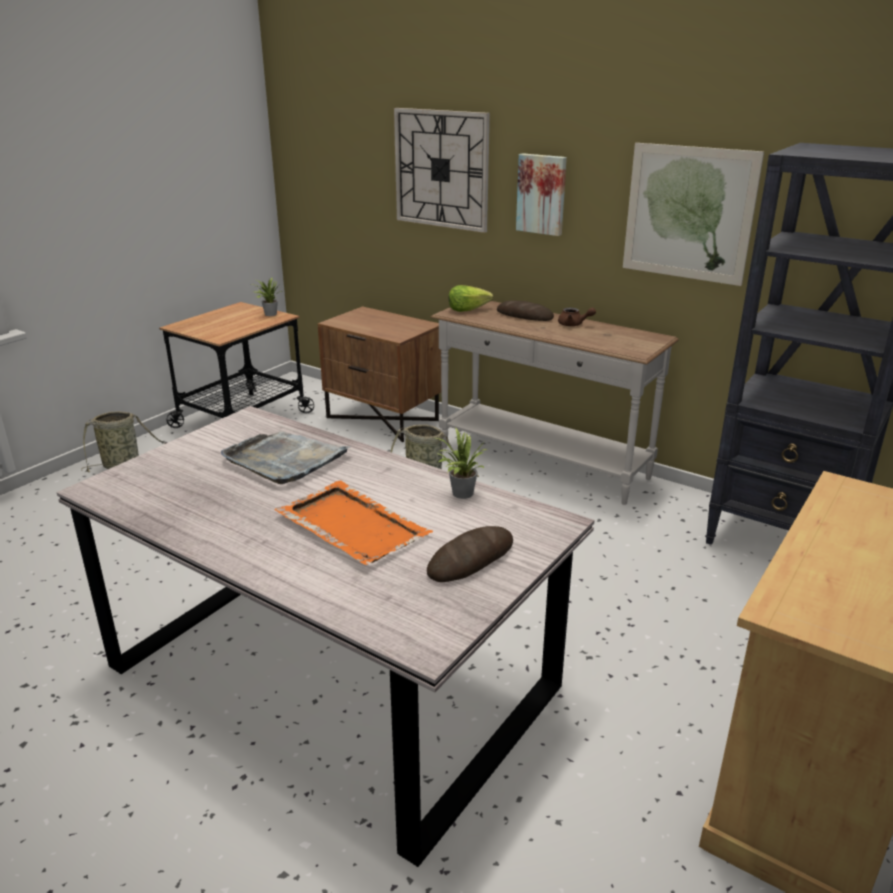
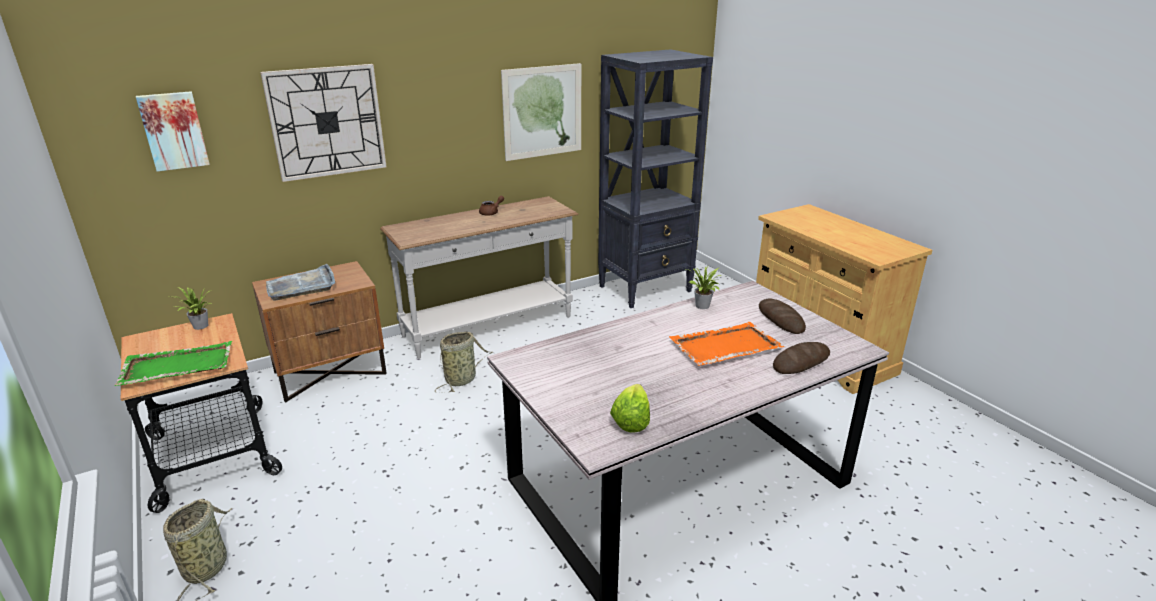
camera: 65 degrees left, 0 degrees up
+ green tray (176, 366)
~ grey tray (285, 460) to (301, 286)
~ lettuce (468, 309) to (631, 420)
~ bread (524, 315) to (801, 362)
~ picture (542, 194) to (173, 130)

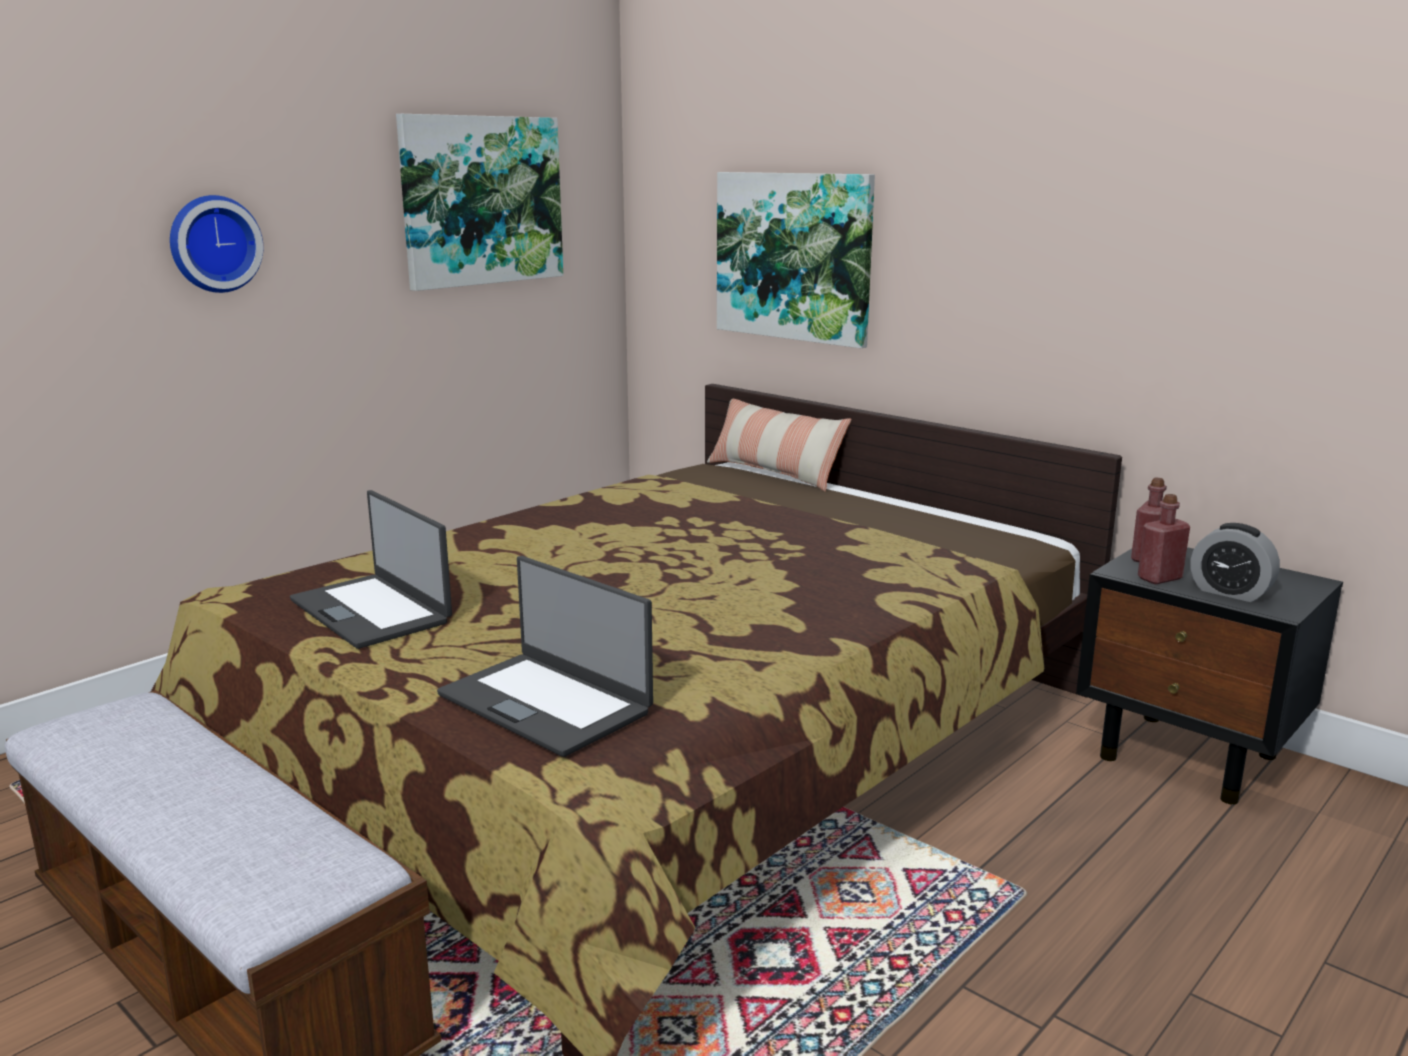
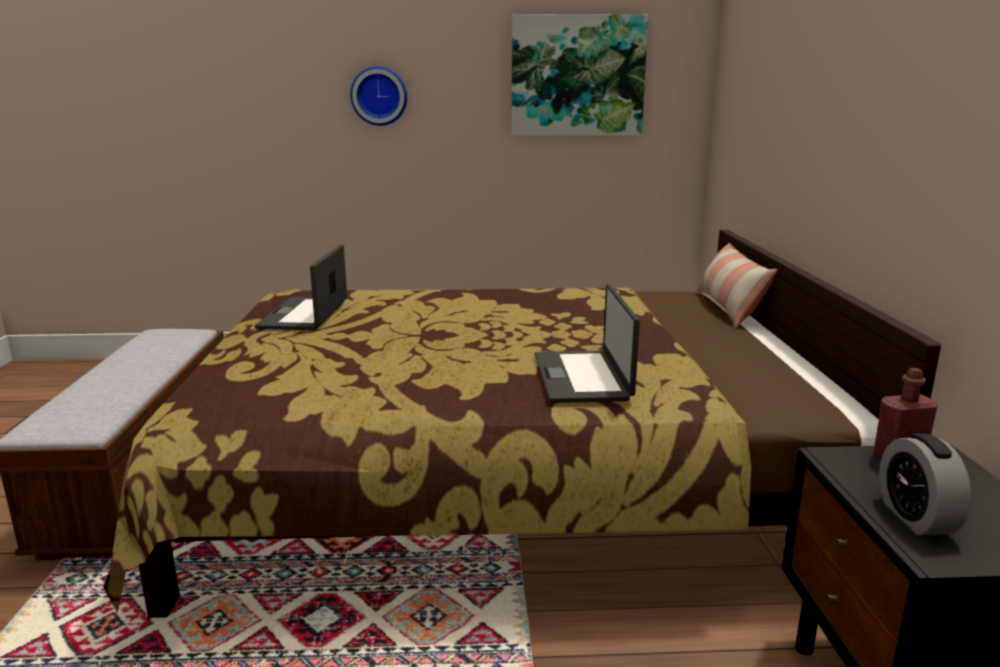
camera: 45 degrees right, 0 degrees up
- picture (794, 256)
- red bottle (1159, 578)
~ laptop (546, 703) to (583, 377)

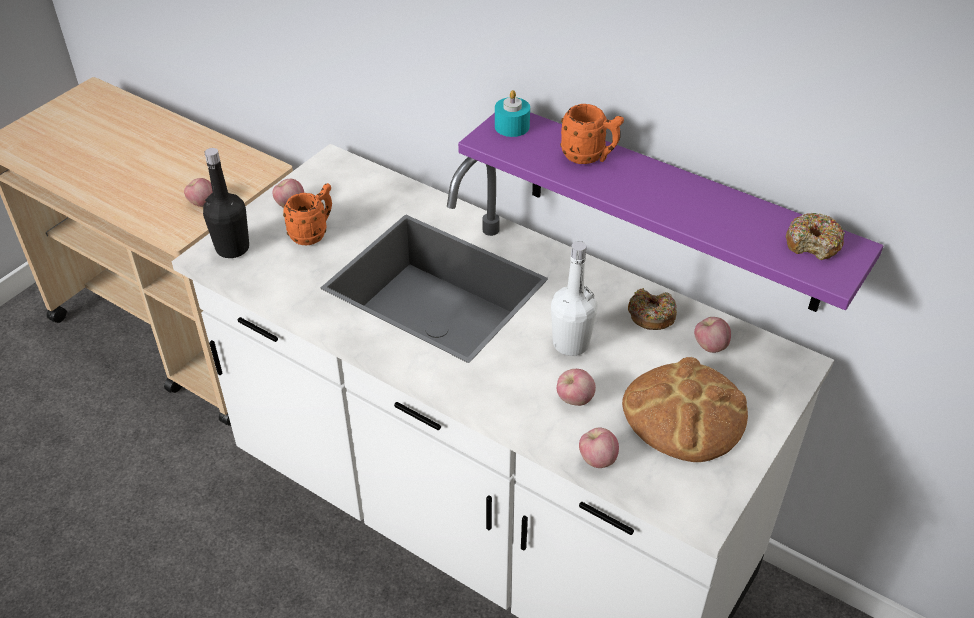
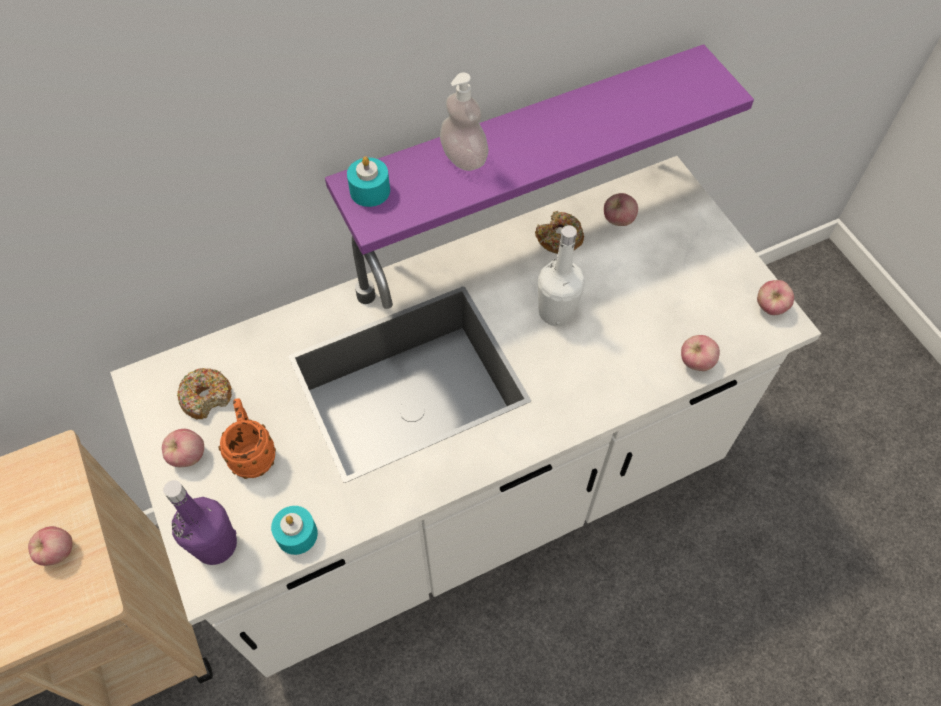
camera: 60 degrees left, 15 degrees up
- bread (684, 413)
+ turquoise candle (297, 534)
~ apple (574, 399) to (770, 308)
~ donut (813, 244) to (206, 397)
~ orange mug (589, 157) to soap dispenser (464, 158)
~ black bottle (232, 248) to purple bottle (216, 545)

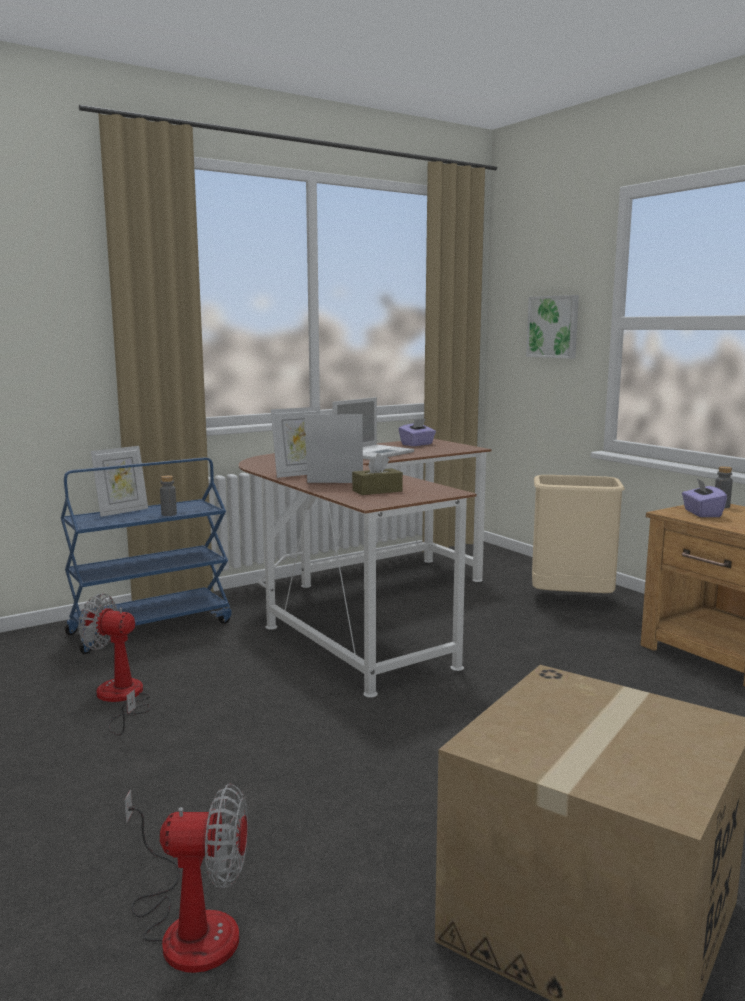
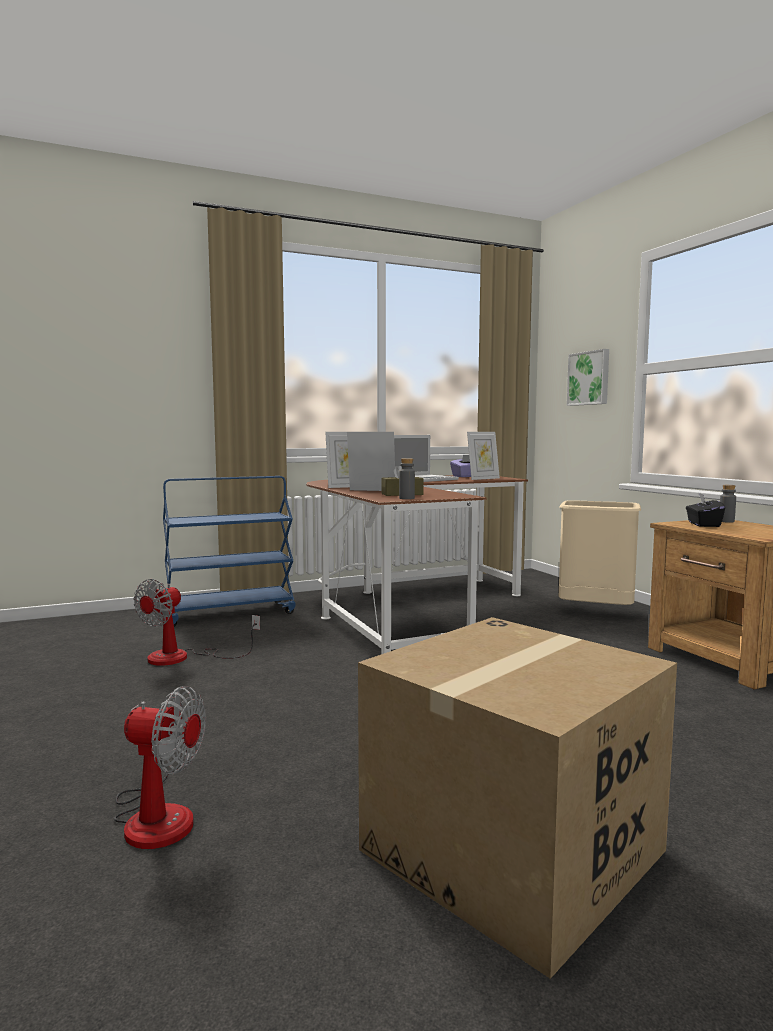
camera: 10 degrees right, 5 degrees down
~ picture frame (122, 511) to (483, 478)
~ grey bottle (169, 514) to (406, 498)
~ purple tissue box (701, 513) to black tissue box (703, 524)
~ fan (121, 699) = (183, 657) 90 degrees counterclockwise

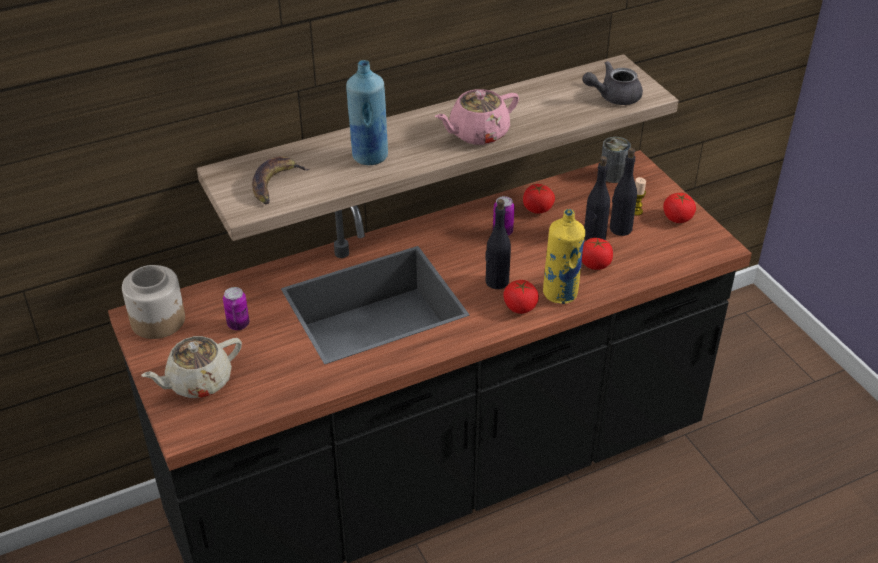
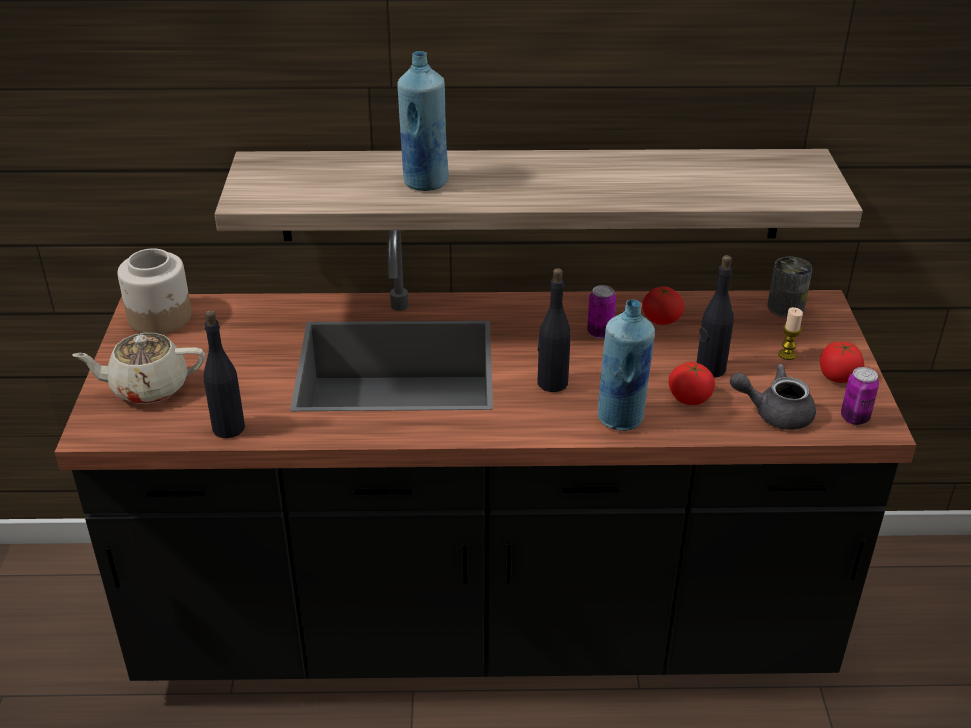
camera: 25 degrees right, 5 degrees down
- banana (275, 183)
- pink teapot (477, 133)
- tomato (520, 307)
~ can (238, 324) to (854, 418)
~ grey teapot (613, 97) to (774, 413)
~ black bottle (620, 229) to (228, 428)
~ yellow bottle (560, 294) to blue bottle (621, 418)

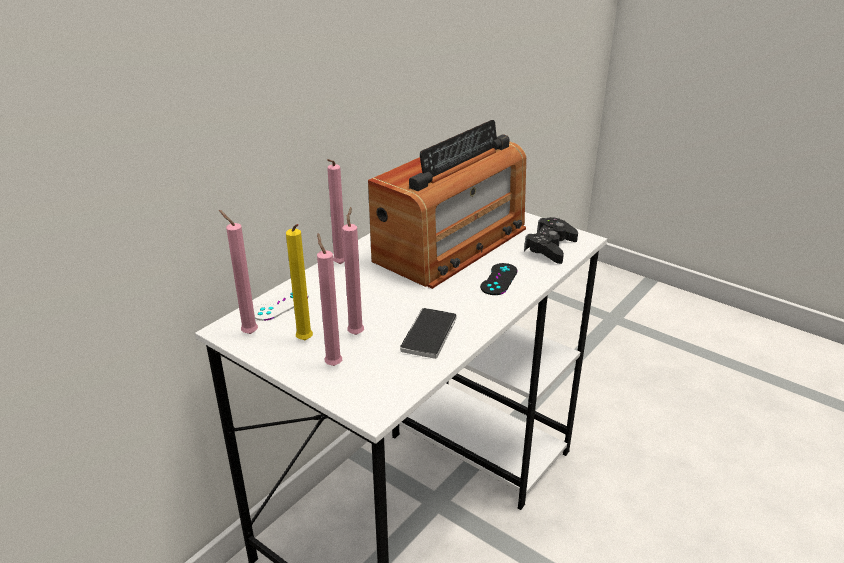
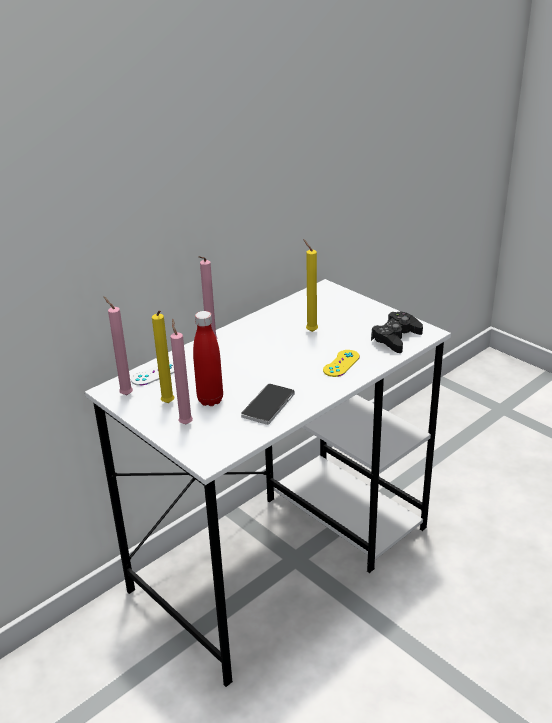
camera: 10 degrees right, 0 degrees up
~ pink candle (356, 333) to red bottle (210, 400)
~ radio (451, 244) to yellow candle (310, 331)
~ black game controller (499, 279) to yellow game controller (341, 363)

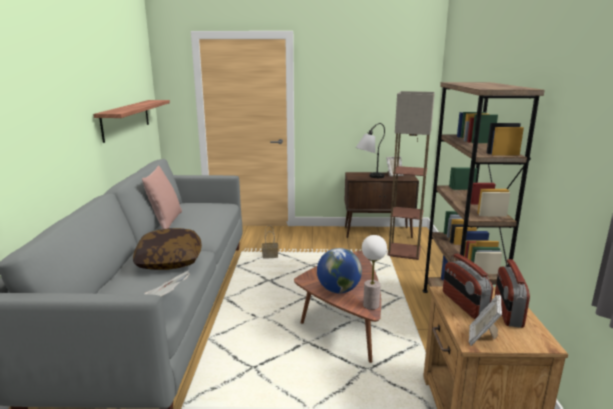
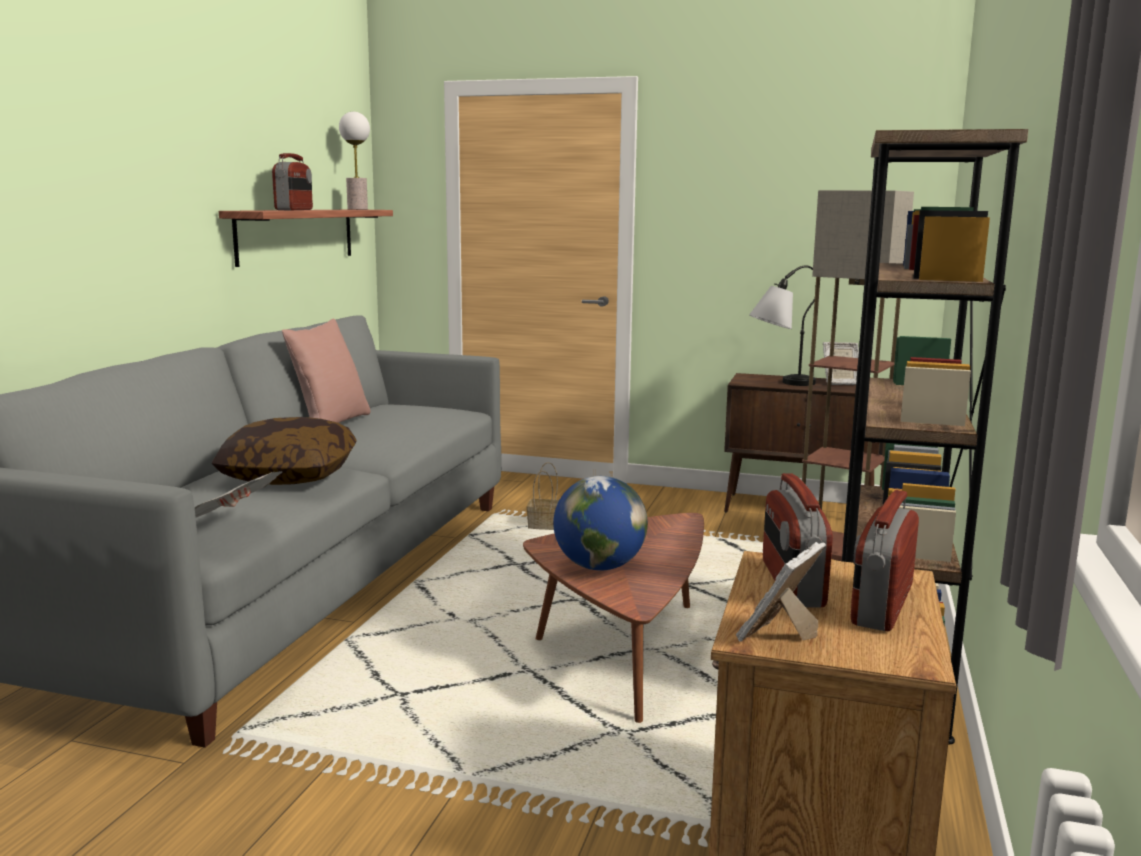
camera: 15 degrees right, 5 degrees down
+ radio (295, 210)
~ table lamp (371, 305) to (357, 209)

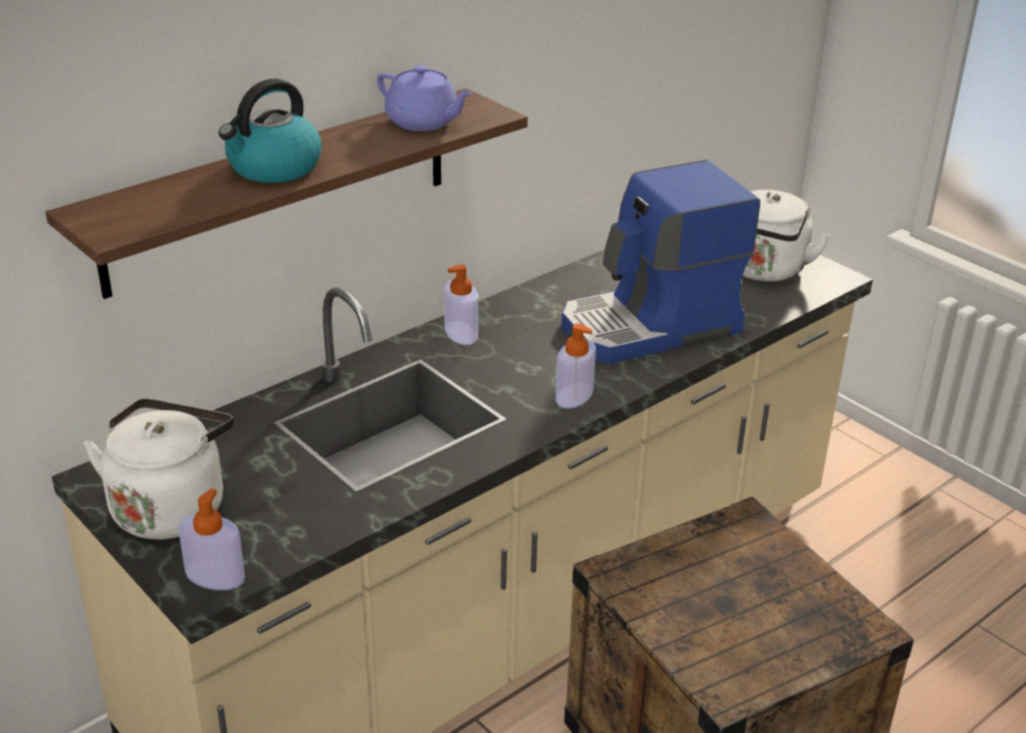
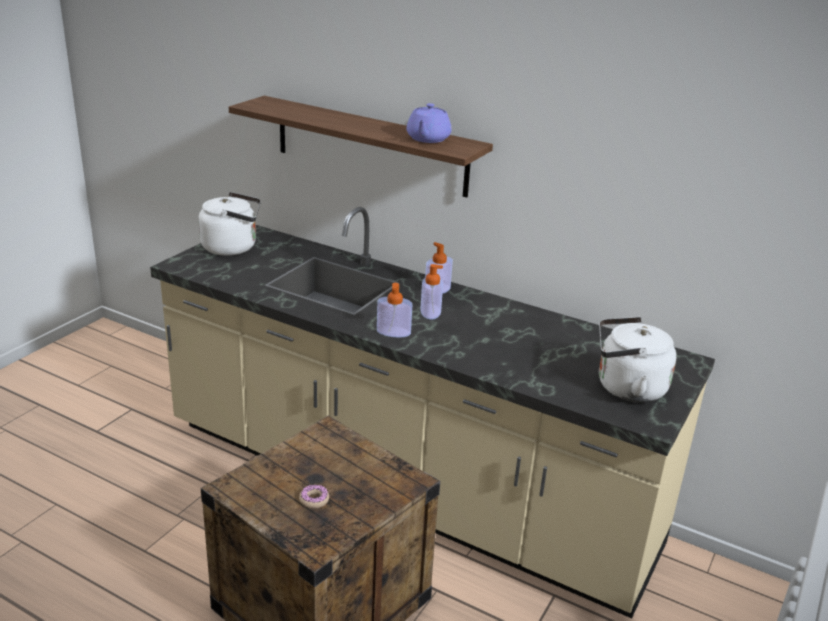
camera: 70 degrees right, 5 degrees down
- kettle (273, 168)
- coffee machine (651, 327)
+ donut (314, 500)
~ soap dispenser (215, 576) to (430, 312)

